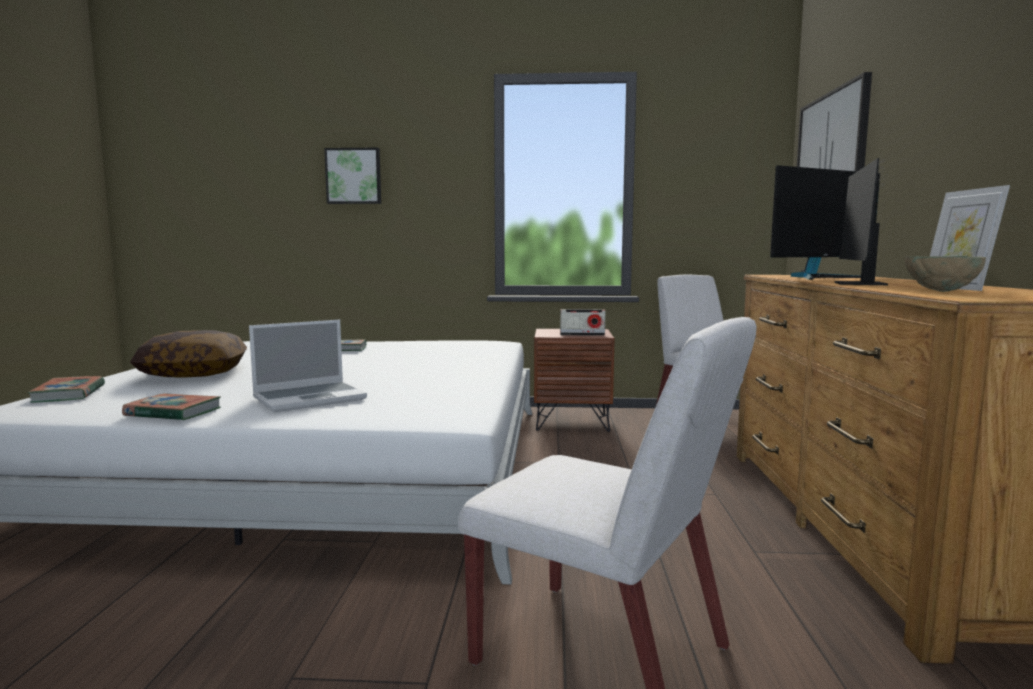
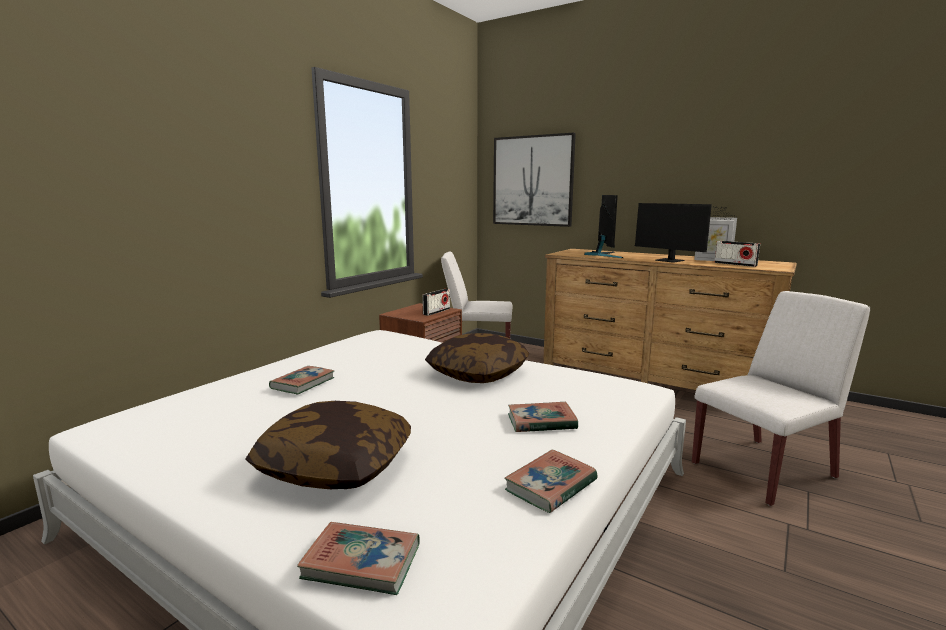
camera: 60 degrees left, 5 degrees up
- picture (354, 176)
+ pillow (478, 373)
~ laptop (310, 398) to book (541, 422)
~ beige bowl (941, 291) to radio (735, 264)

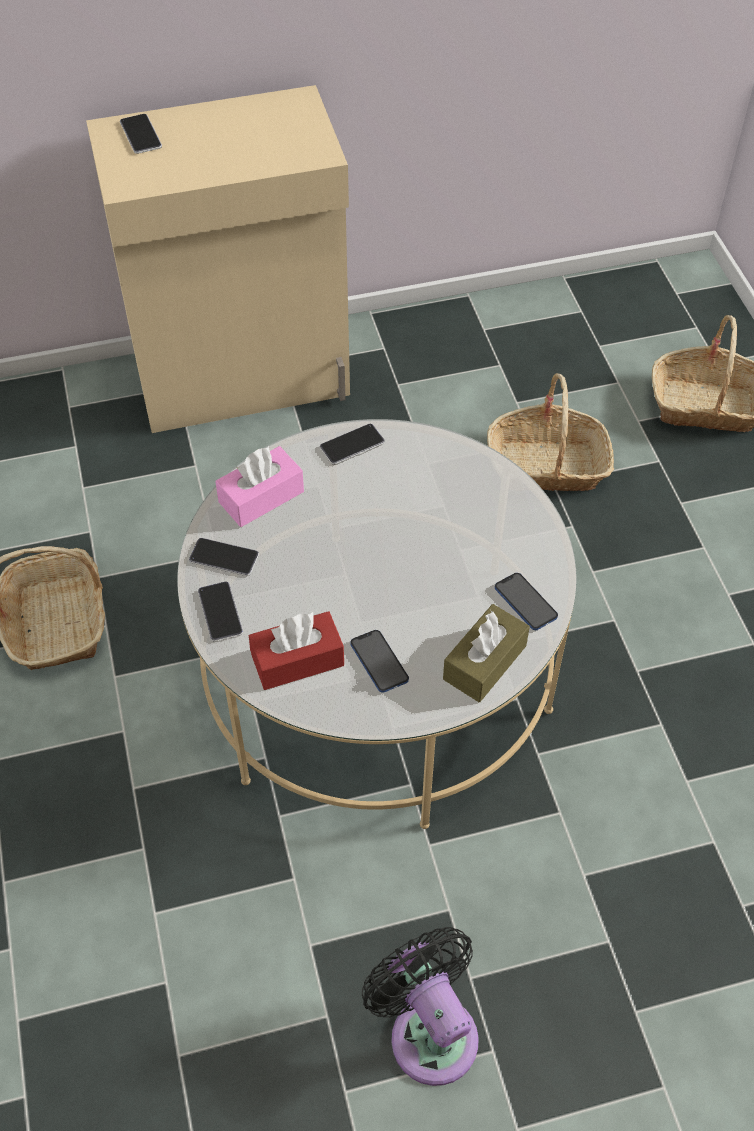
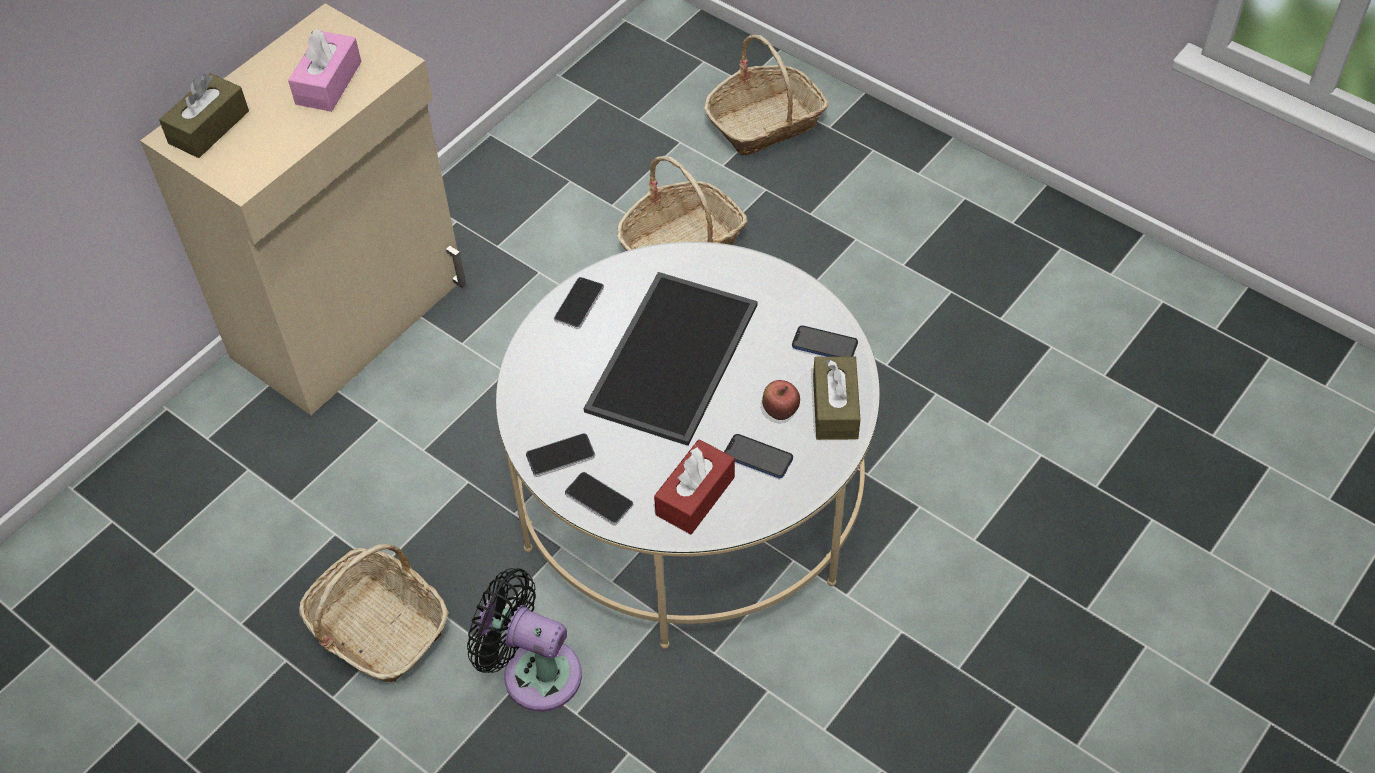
camera: 35 degrees left, 0 degrees up
+ tray (670, 355)
+ apple (780, 412)
~ pink tissue box (261, 497) to (328, 83)
~ black fan (429, 1030) to (534, 672)
~ phone (141, 135) to brown tissue box (209, 127)

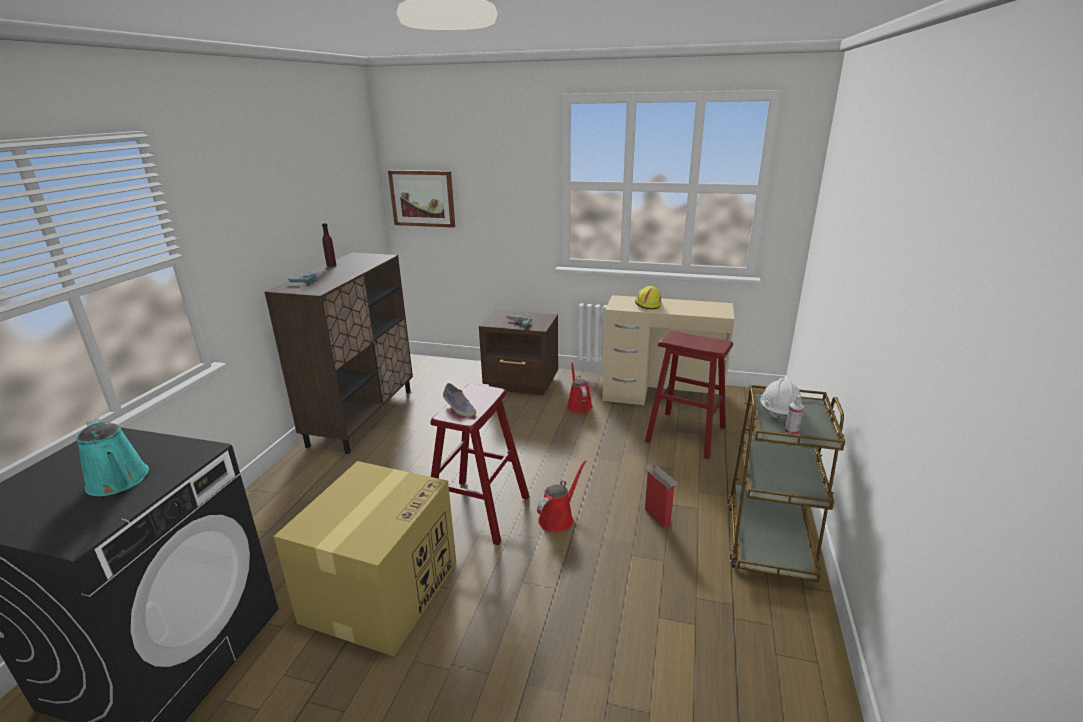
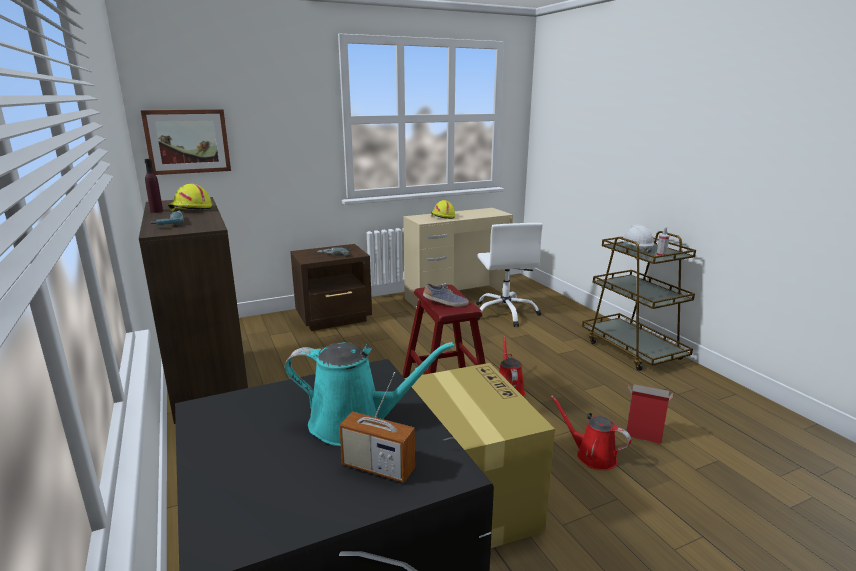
camera: 40 degrees left, 5 degrees down
+ yellow hard hat (190, 209)
+ radio (378, 467)
~ red watering can (578, 405) to (592, 456)
~ cardboard box (656, 517) to (642, 437)
~ red stool (685, 434) to white office chair (505, 313)

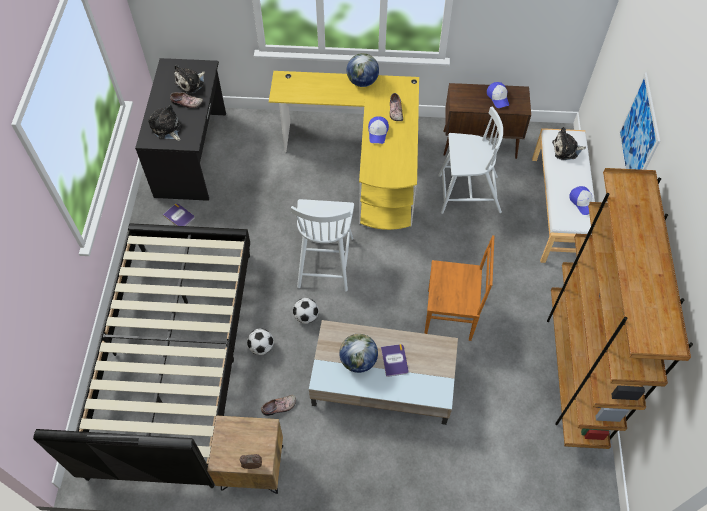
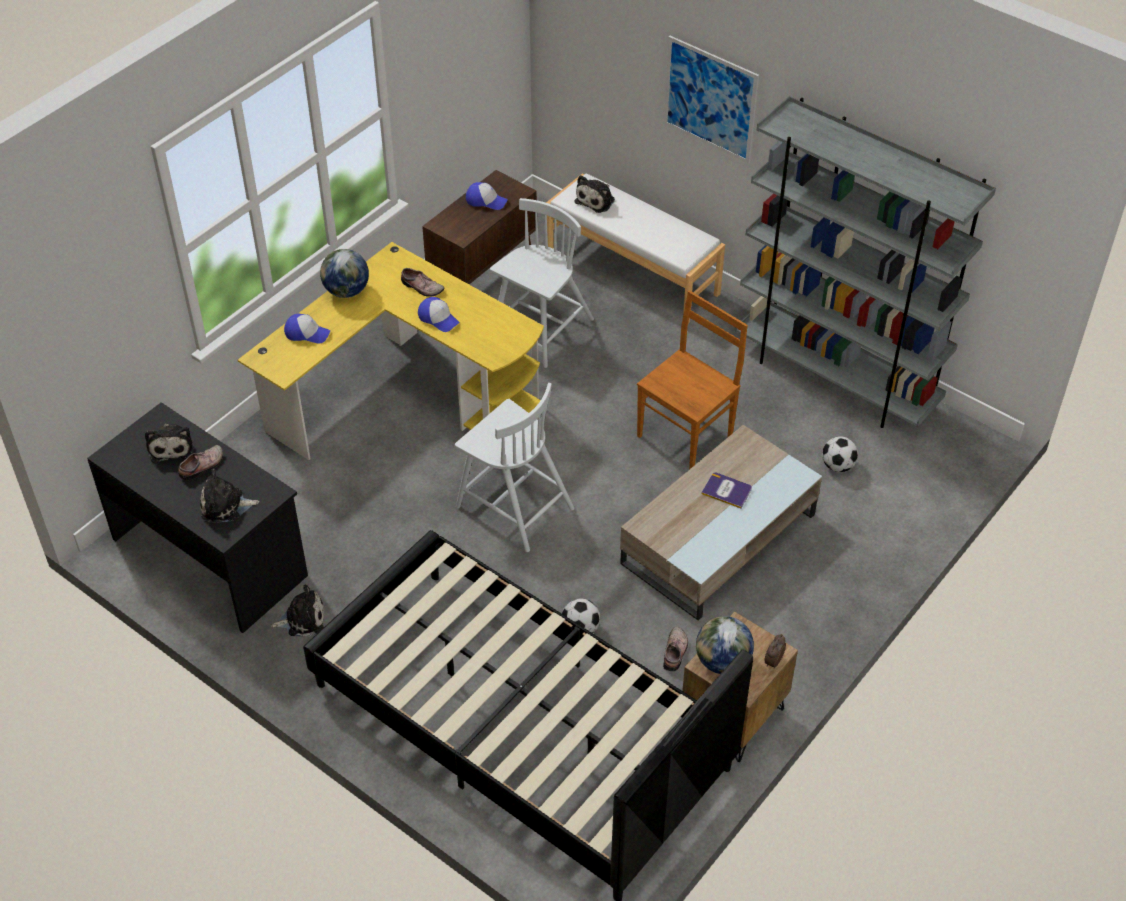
camera: 55 degrees left, 10 degrees down
~ football (306, 316) to (837, 466)
~ globe (358, 361) to (722, 662)
~ cap (582, 202) to (307, 333)
~ book (179, 216) to plush toy (302, 619)
~ brown bookcase (574, 372) to grey bookcase (836, 378)

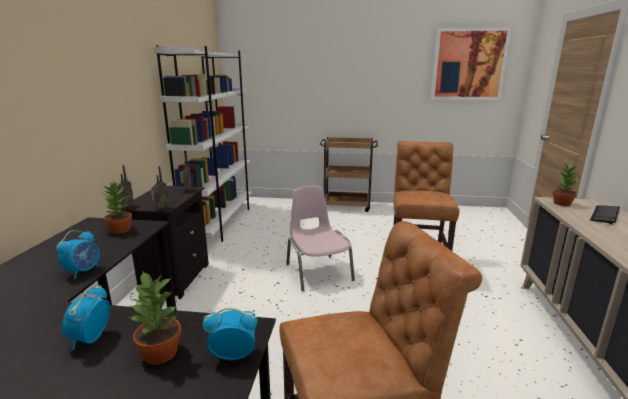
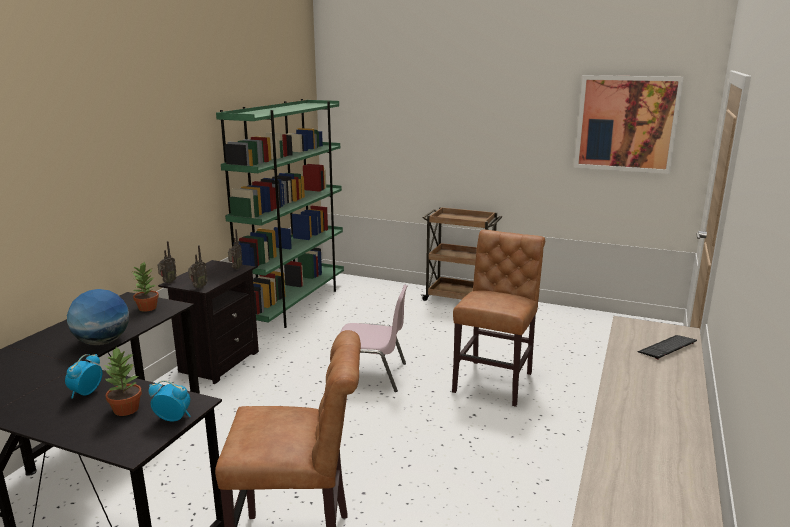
camera: 15 degrees right, 0 degrees up
- potted plant (561, 203)
~ alarm clock (83, 271) to globe (102, 342)
~ white bookcase (220, 223) to green bookcase (294, 305)
~ pink chair (318, 271) = (371, 375) 105 degrees clockwise

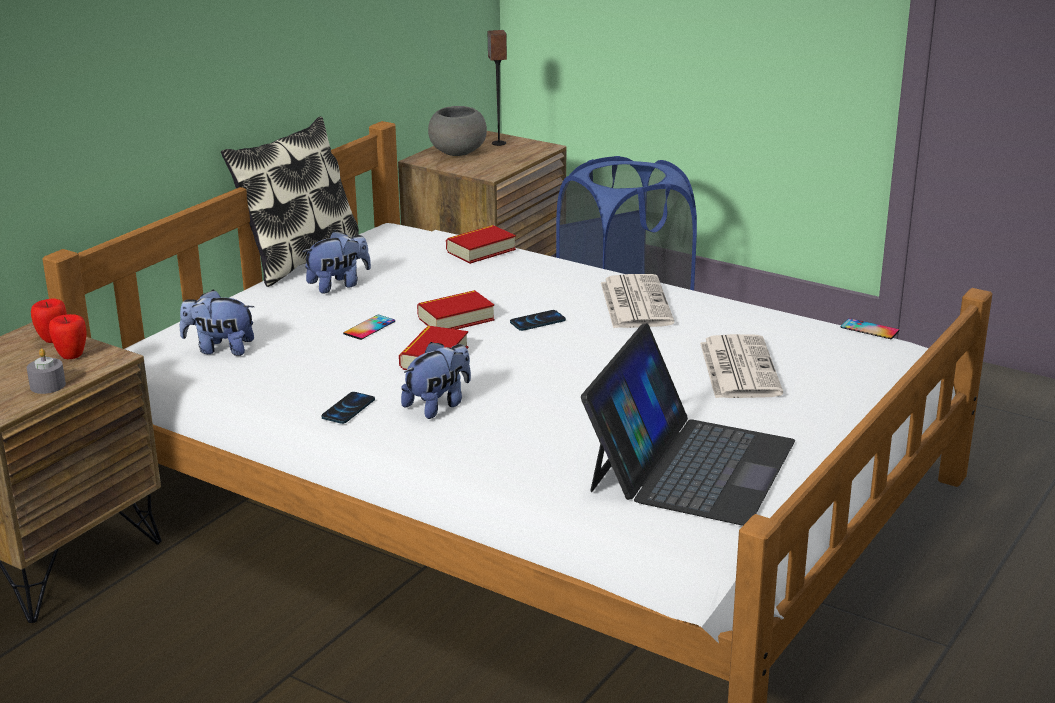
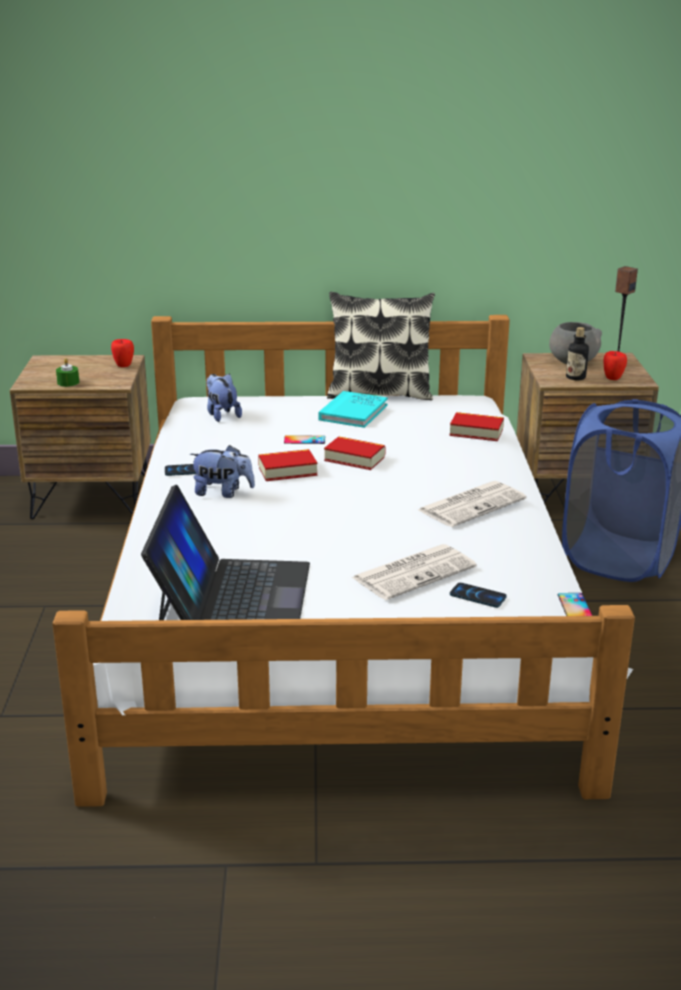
camera: 55 degrees right, 0 degrees up
+ bottle (575, 377)
~ apple (72, 355) to (613, 378)
~ phone (537, 321) to (477, 596)
~ plush toy (338, 285) to turquoise book (353, 412)
~ grey candle (47, 385) to green candle (68, 382)
~ laptop (690, 465) = (233, 597) 75 degrees counterclockwise

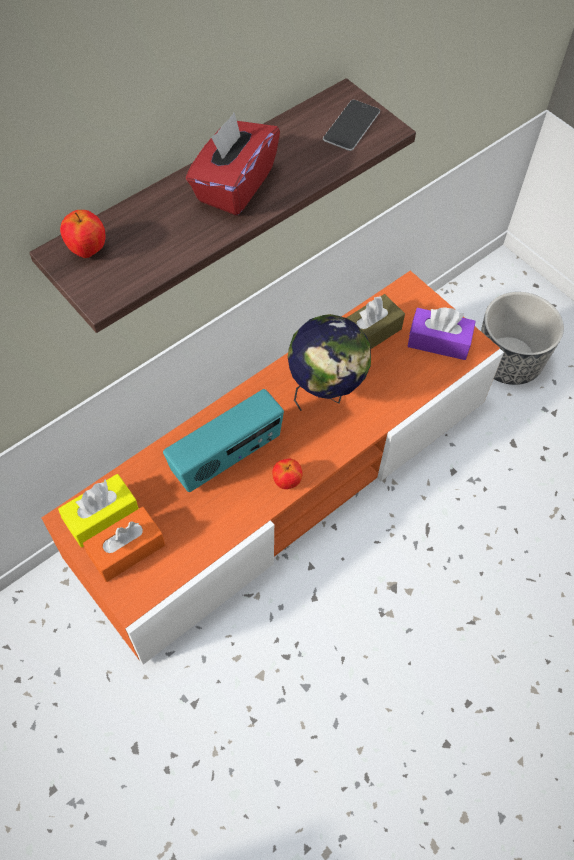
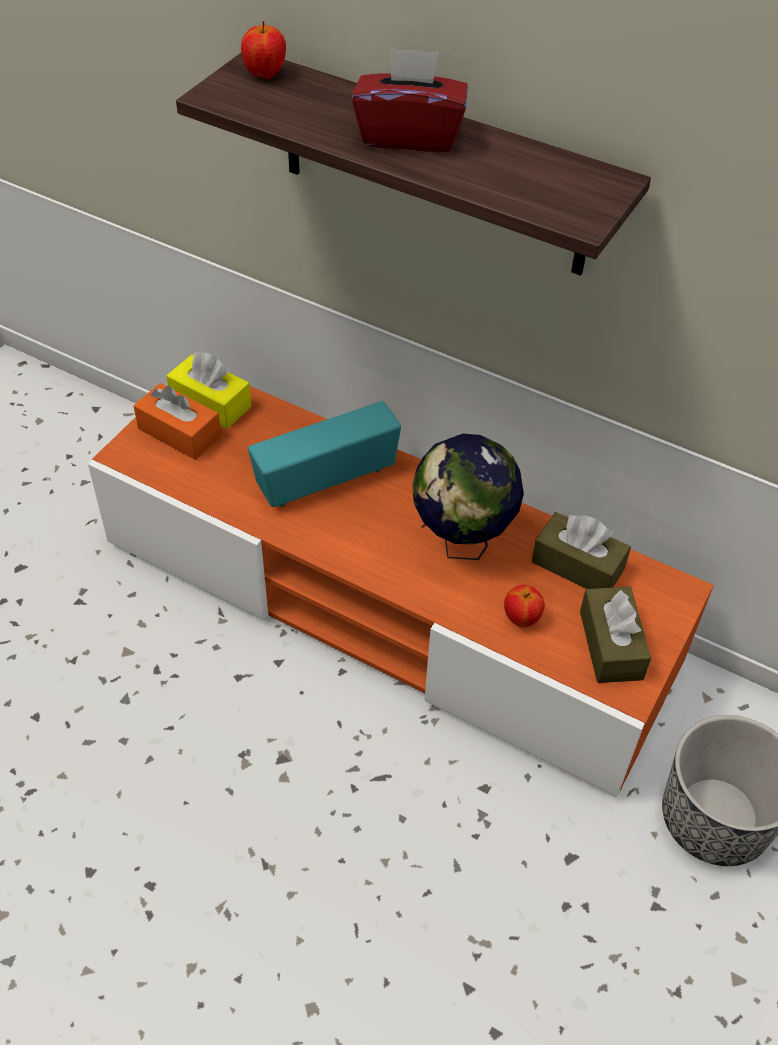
camera: 70 degrees right, 10 degrees down
- phone (351, 125)
~ apple (287, 482) to (521, 619)
~ purple tissue box (439, 341) to brown tissue box (611, 645)
~ radio (227, 457) = (325, 479) 120 degrees clockwise

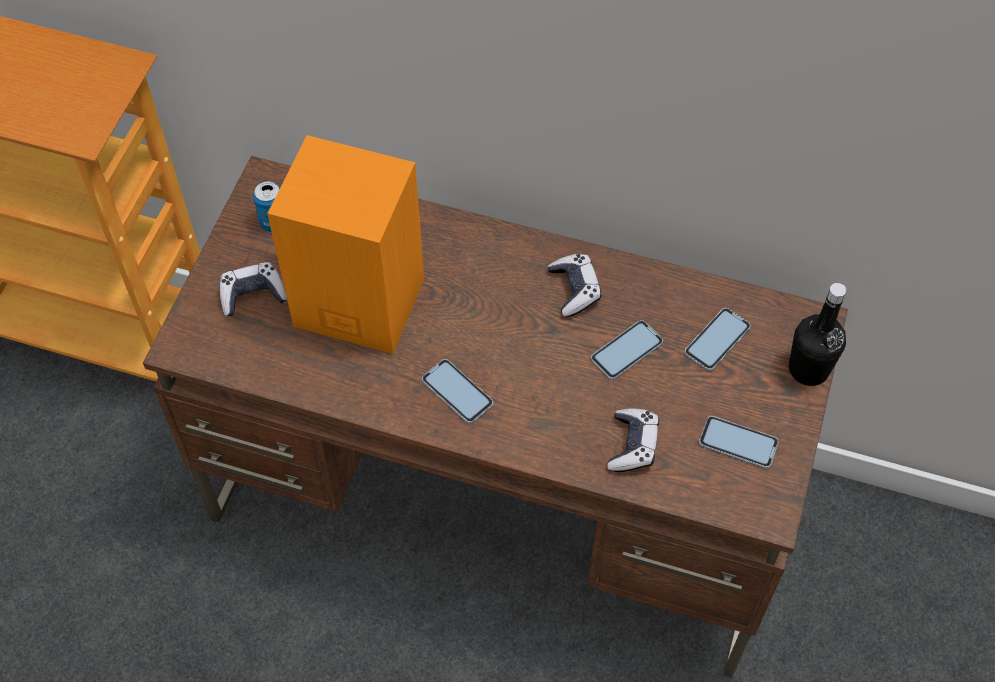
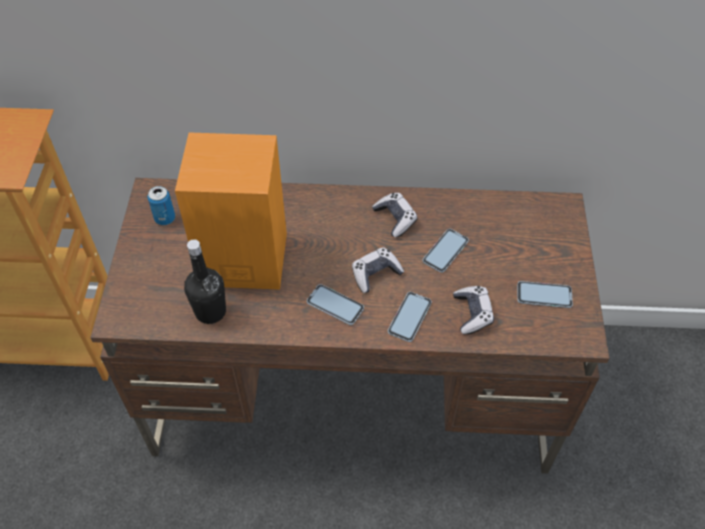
camera: 15 degrees left, 5 degrees down
~ game controller (253, 295) to (375, 274)
~ phone (717, 340) to (409, 317)
~ black bottle (808, 369) to (210, 311)

